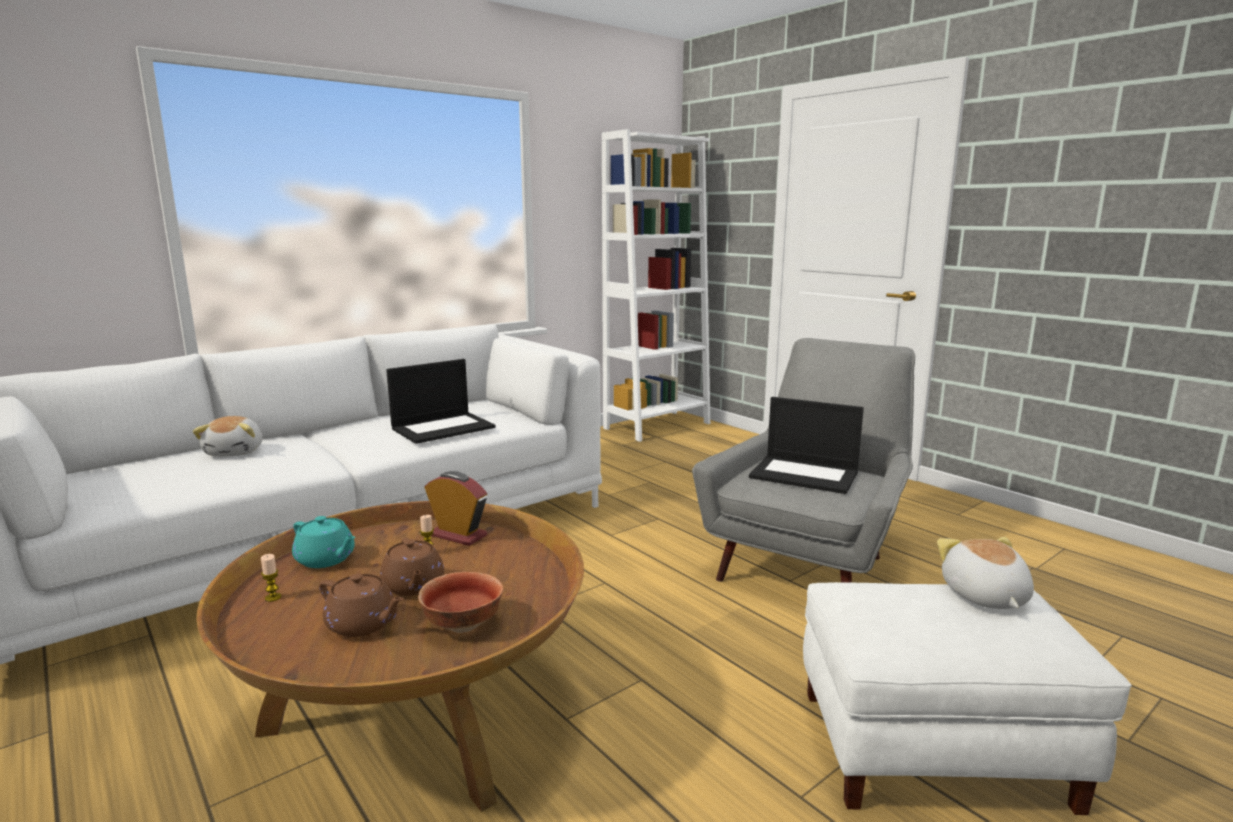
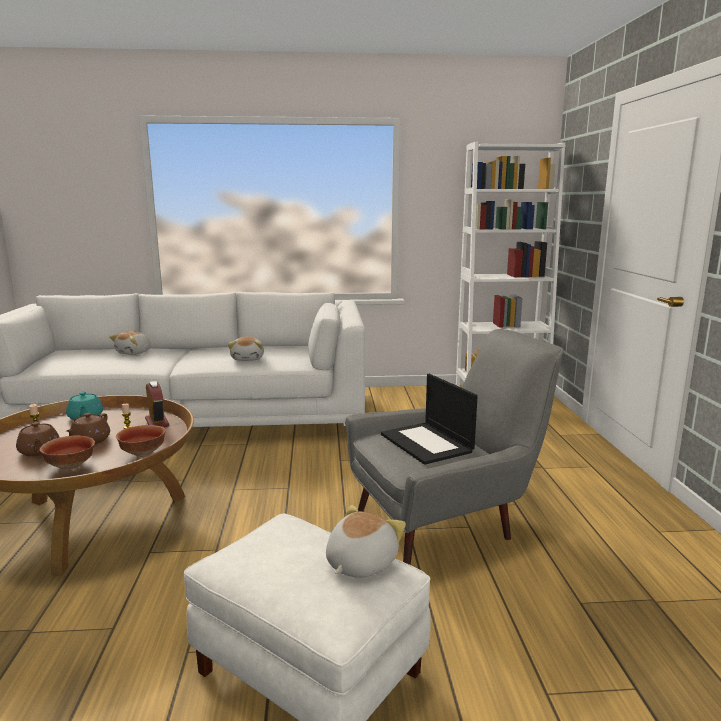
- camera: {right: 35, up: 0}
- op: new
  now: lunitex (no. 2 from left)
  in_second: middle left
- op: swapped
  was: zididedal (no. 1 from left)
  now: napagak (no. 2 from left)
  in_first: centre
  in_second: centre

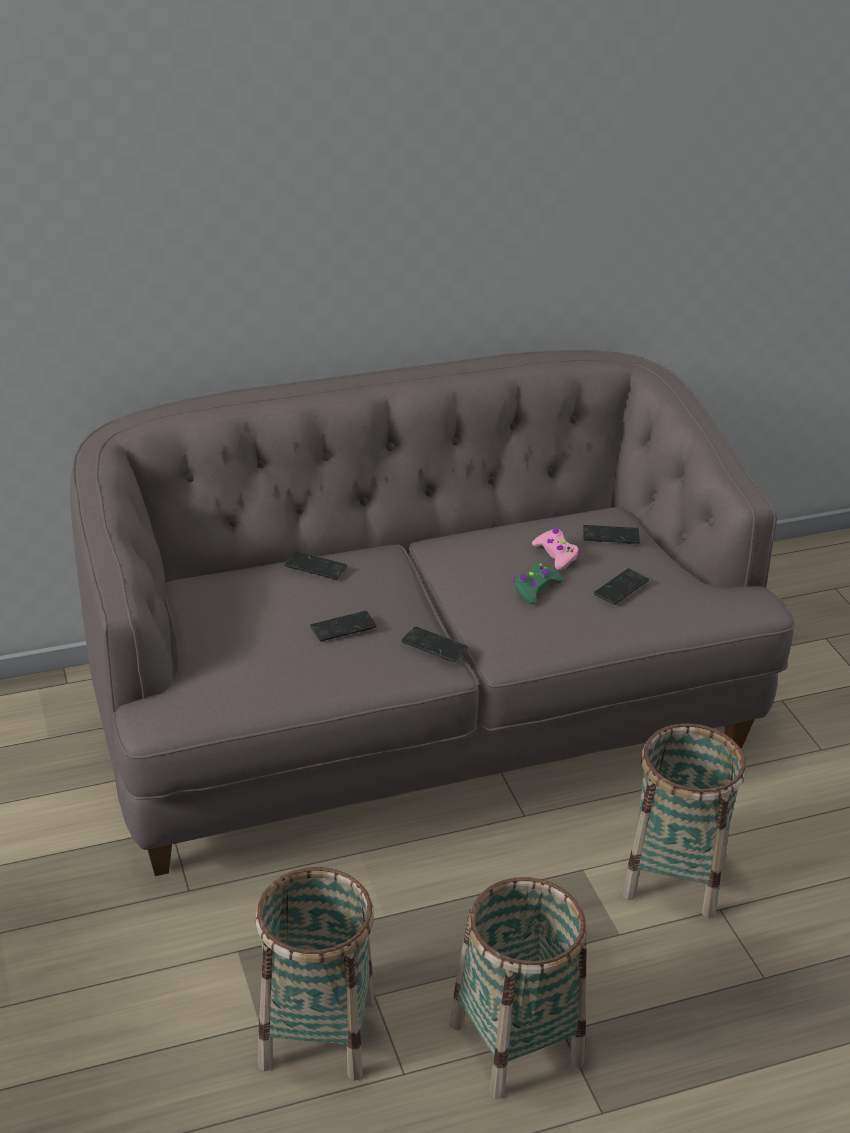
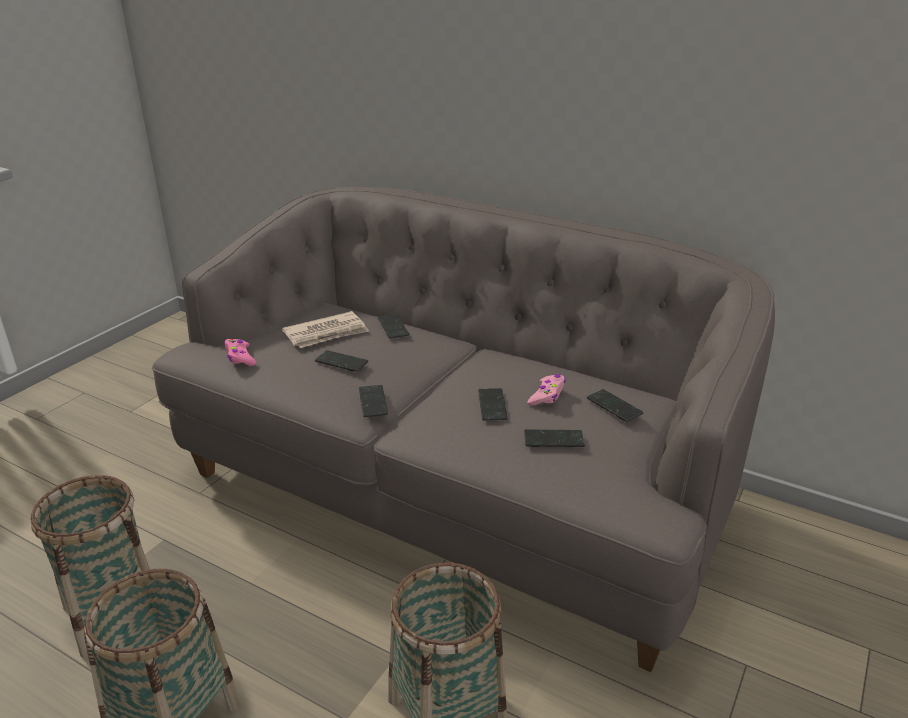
- camera: {right: 50, up: -5}
- op: new
  now: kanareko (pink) (no. 1 from left)
  in_second: middle left
- op: new
  now: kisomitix
  in_second: centre
- op: swapped
  was: kanareko (green)
  now: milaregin (no. 4 from left)
  in_first: centre
  in_second: centre

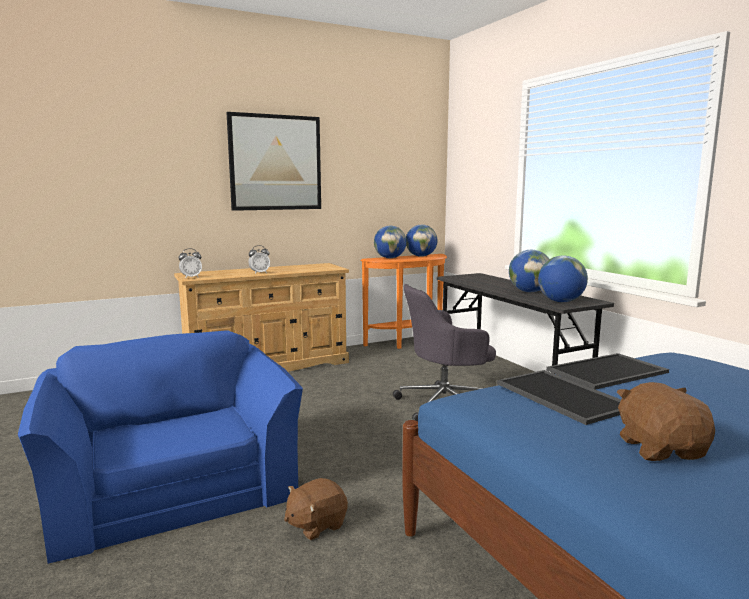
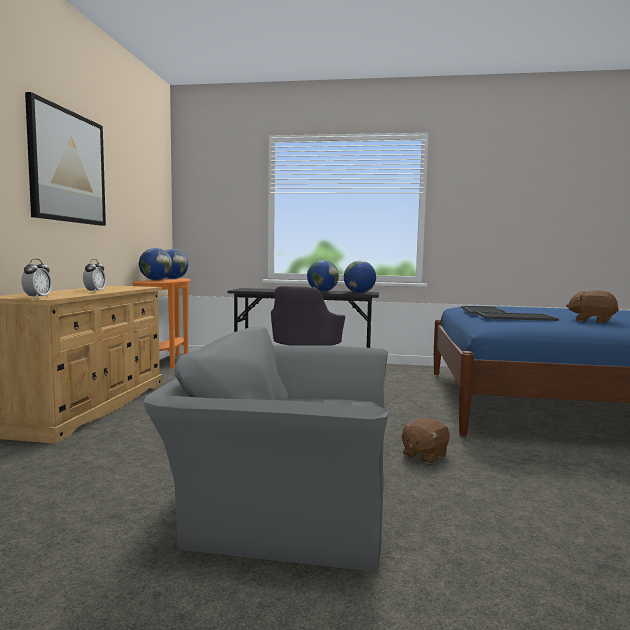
- camera: {right: -55, up: -5}
- op: repainted
  was: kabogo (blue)
  now: kabogo (grey)
  in_first: bottom left
  in_second: bottom centre
- op: rotated
  was: napagak (brown) (no. 1 from left)
  in_first: bottom centre
  in_second: bottom right
  clockwise: 45

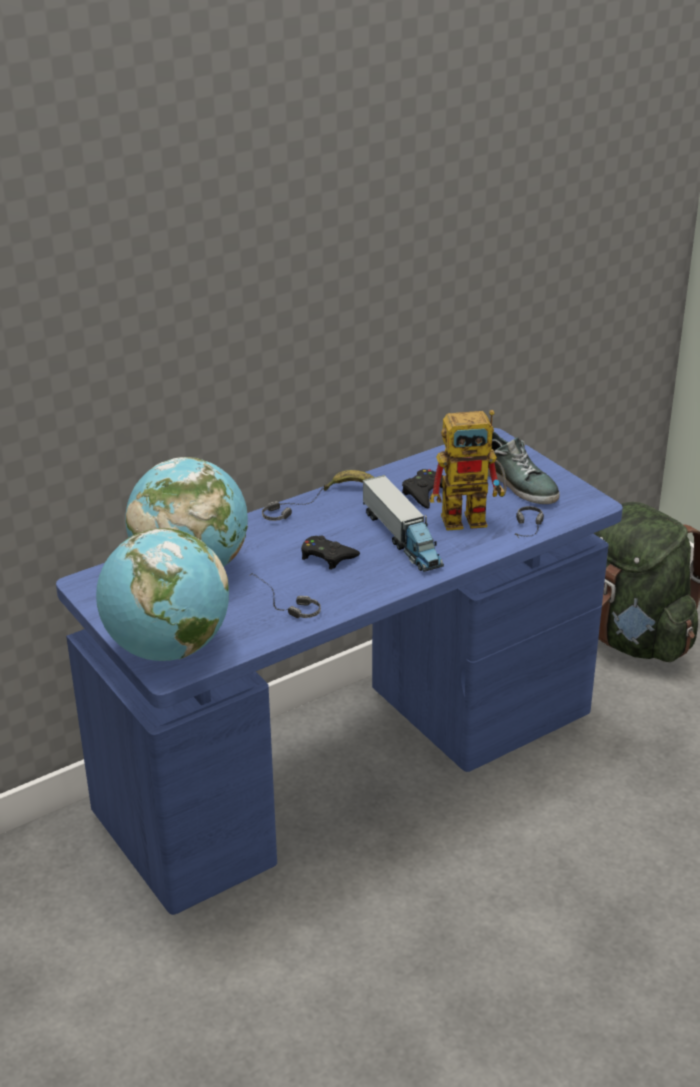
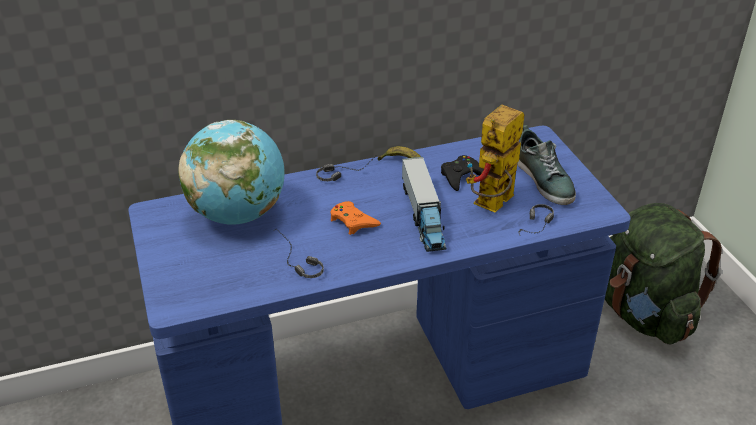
- camera: {right: 15, up: 5}
- op: gone
  was: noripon (no. 1 from left)
  in_first: middle left
- op: repainted
  was: kanareko (black) (no. 1 from left)
  now: kanareko (orange)
  in_first: centre
  in_second: centre
- op: rotated
  was: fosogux
  in_first: middle right
  in_second: centre
  clockwise: 120

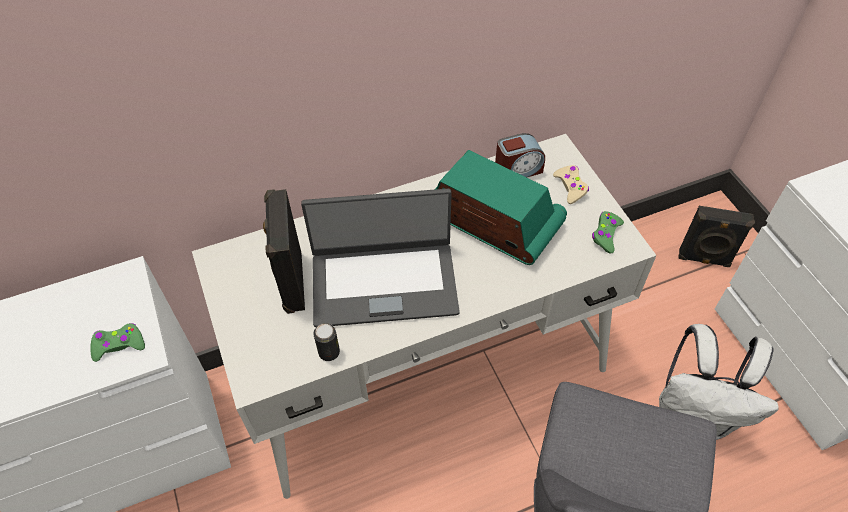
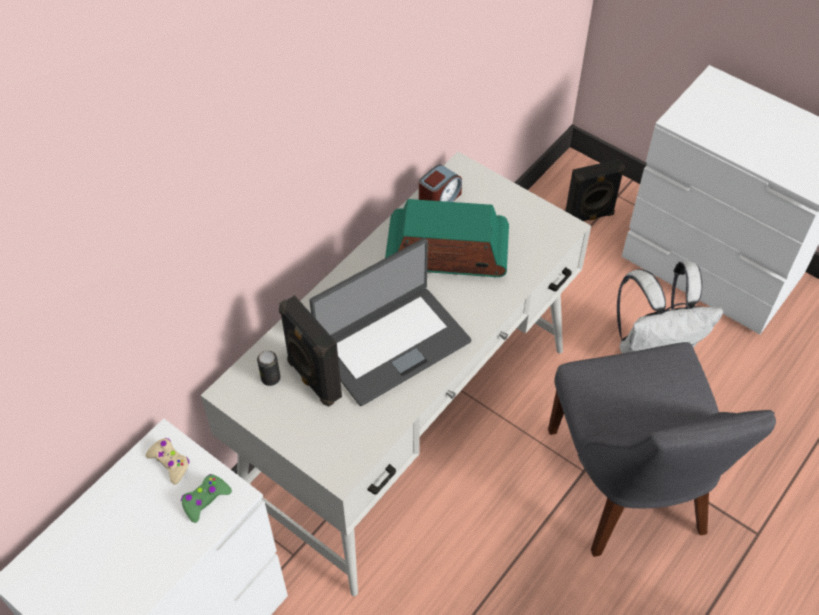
- camera: {right: -30, up: 0}
- op: gone
  was: kanareko (green) (no. 2 from left)
  in_first: middle right
- op: shifted
  was: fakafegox
  in_first: bottom centre
  in_second: middle left
- op: shifted
  was: kanareko (beige)
  in_first: middle right
  in_second: bottom left

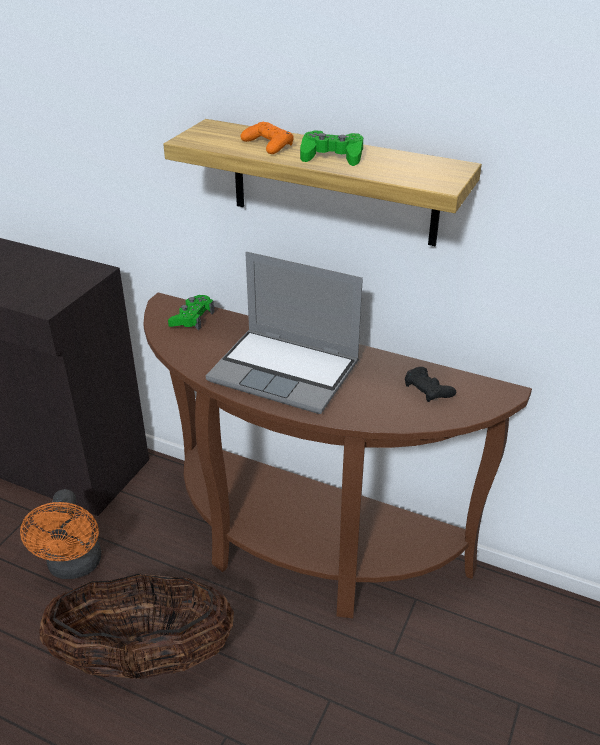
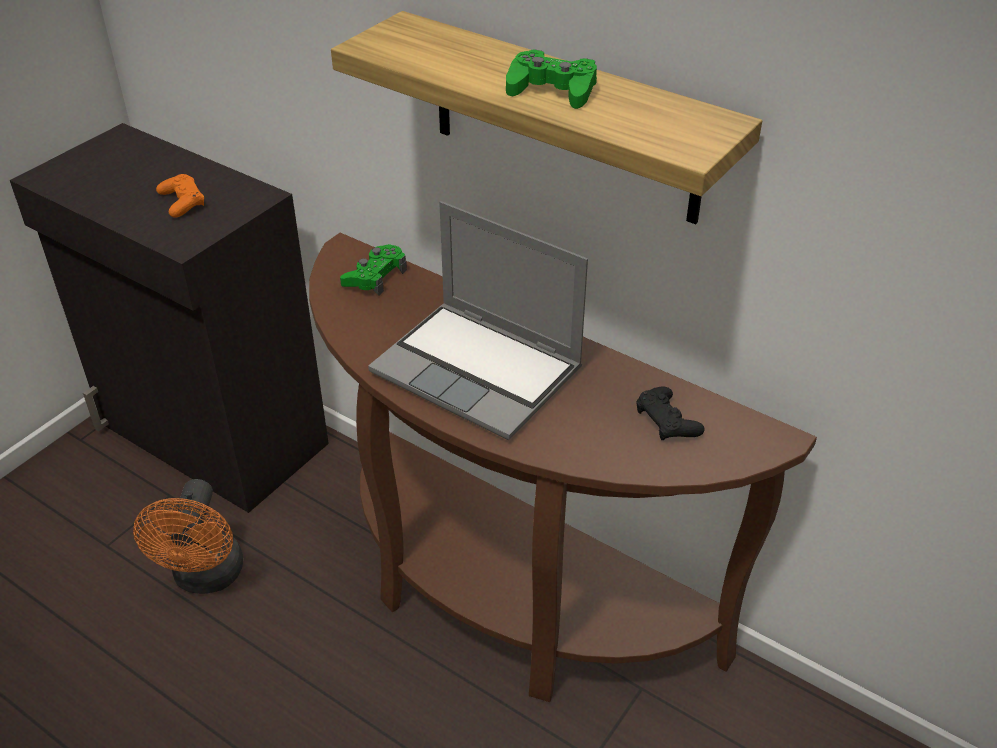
- camera: {right: 10, up: 5}
- op: gone
  was: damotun
  in_first: bottom left
- op: shifted
  was: kanareko (orange)
  in_first: top centre
  in_second: top left

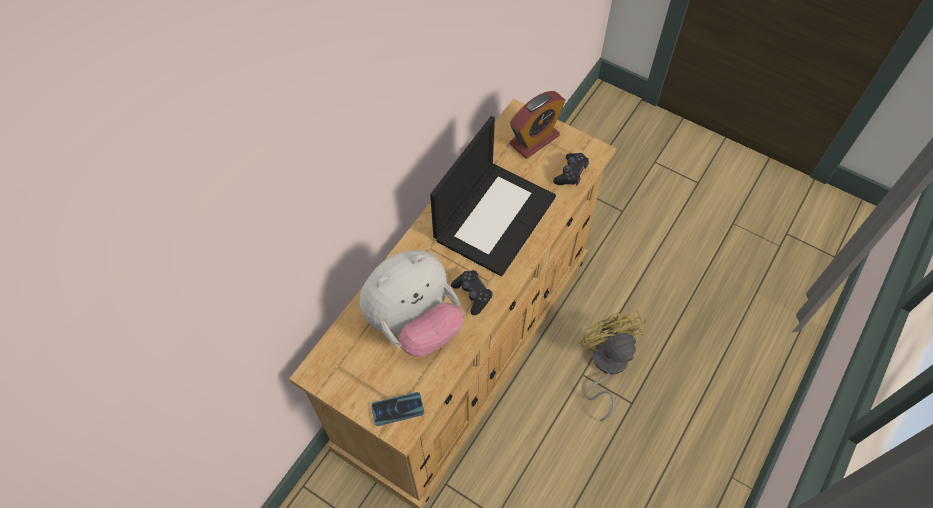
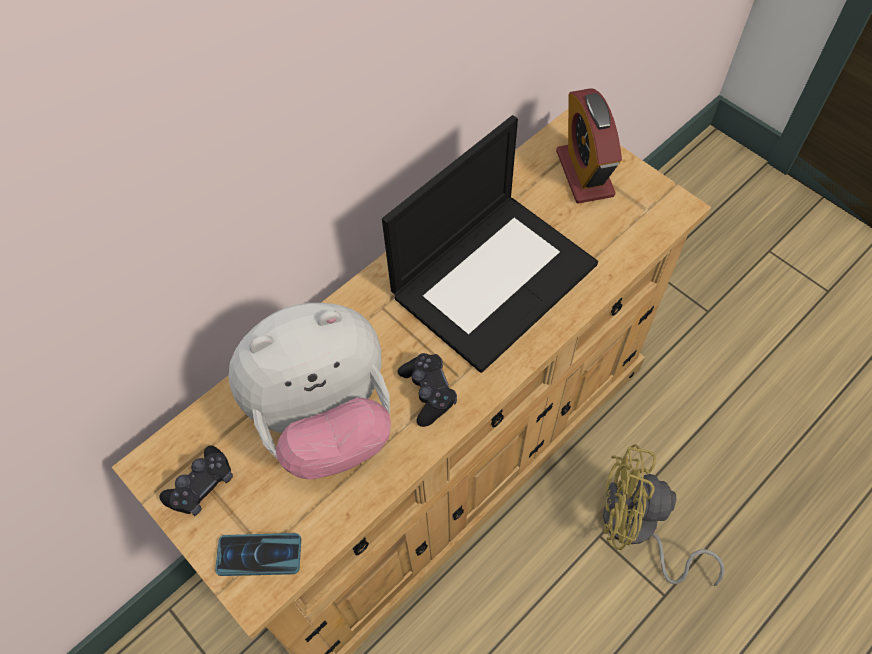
- camera: {right: 15, up: 0}
- op: shifted
  was: kanareko (black) (no. 2 from left in the first image)
  now: kanareko (black) (no. 1 from left)
  in_first: top centre
  in_second: bottom left
- op: rotated
  was: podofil
  in_first: top centre
  in_second: top right
  clockwise: 105
- op: rotated
  was: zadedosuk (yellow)
  in_first: bottom centre
  in_second: bottom right
  clockwise: -75

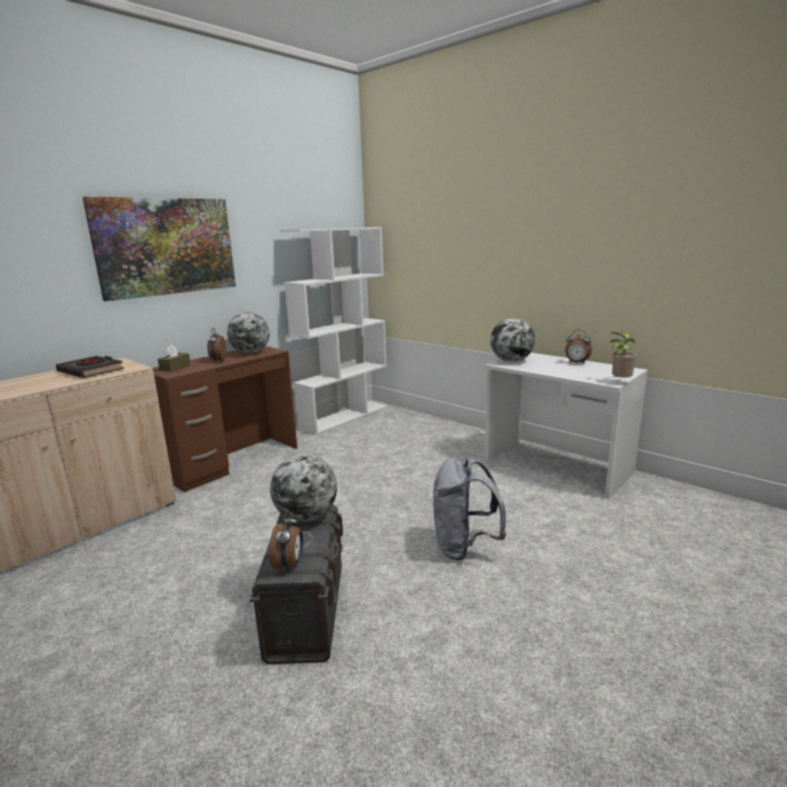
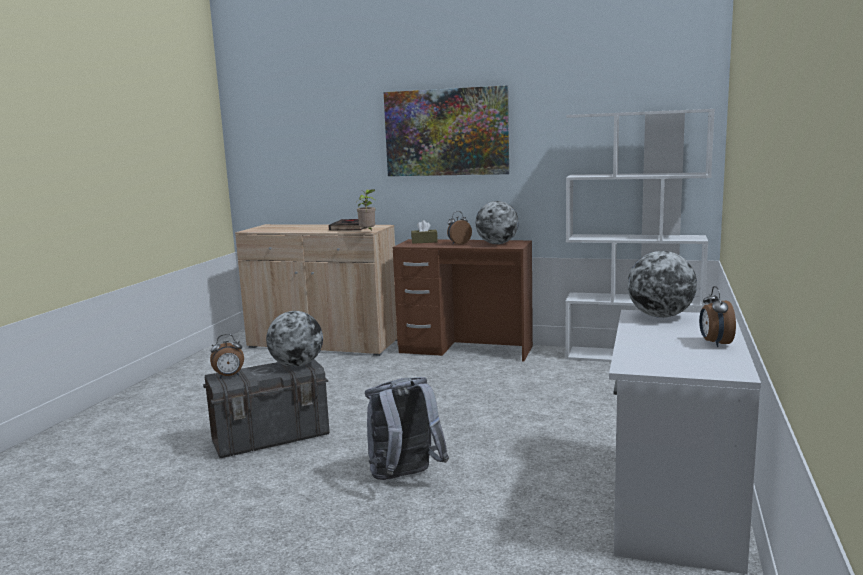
- camera: {right: 65, up: -5}
- op: shifted
  was: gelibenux
  in_first: middle right
  in_second: centre

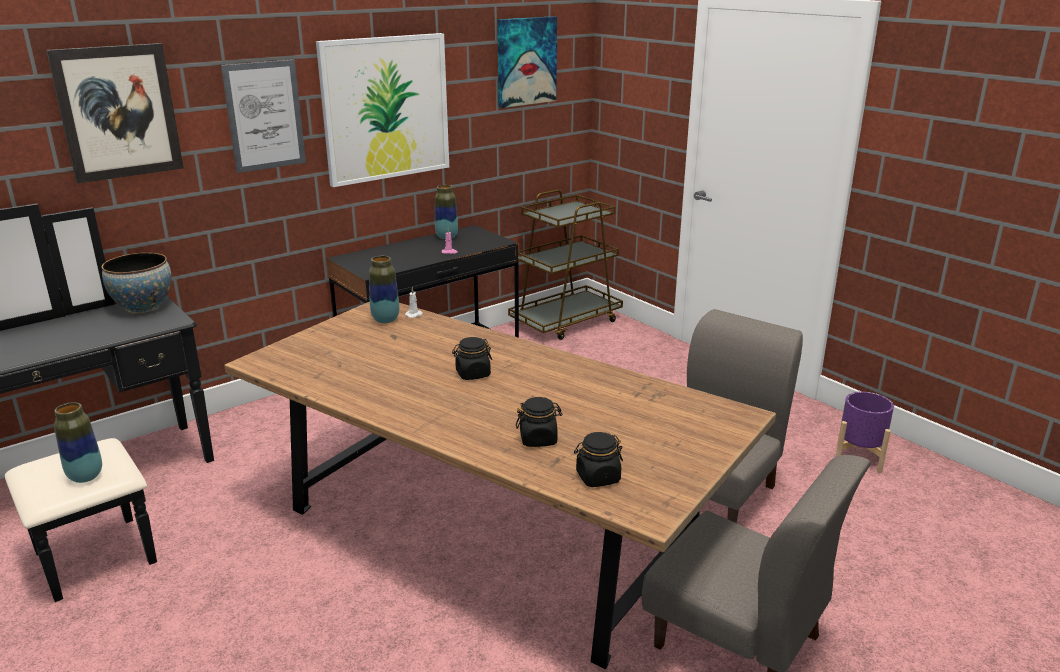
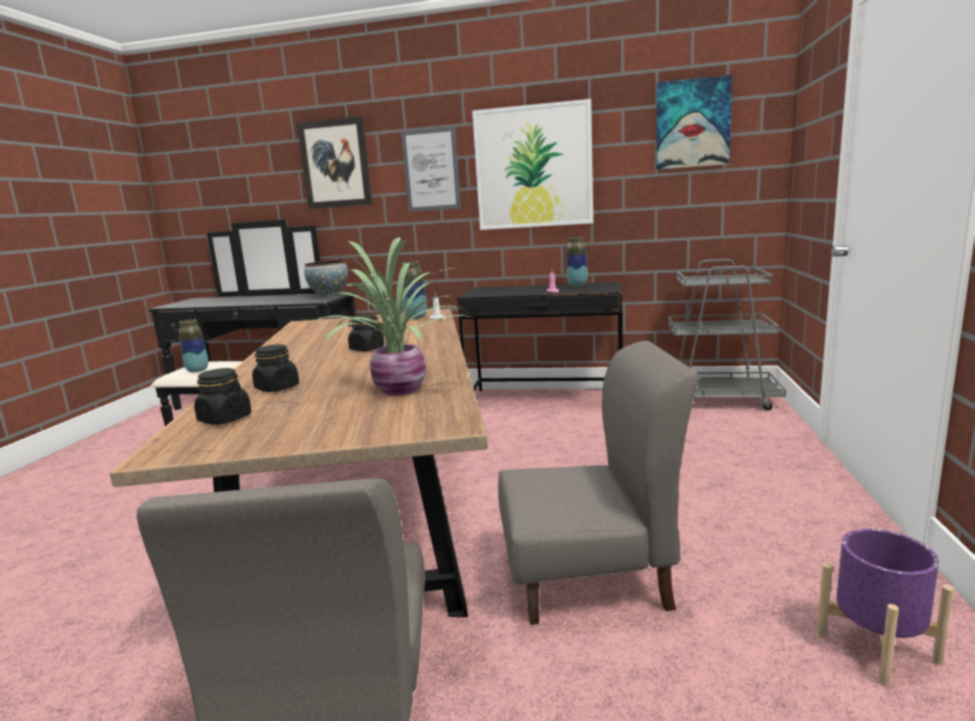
- camera: {right: 50, up: -10}
- op: new
  now: gelibenux
  in_second: centre
- op: repainted
  was: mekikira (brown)
  now: mekikira (grey)
  in_first: centre
  in_second: middle right

